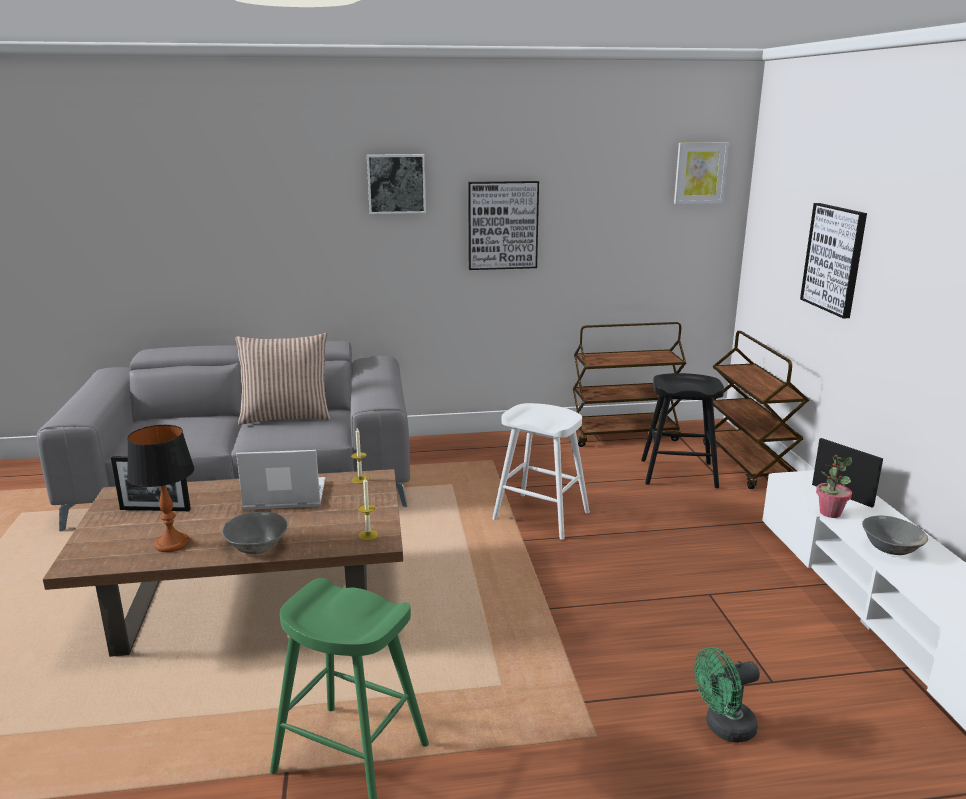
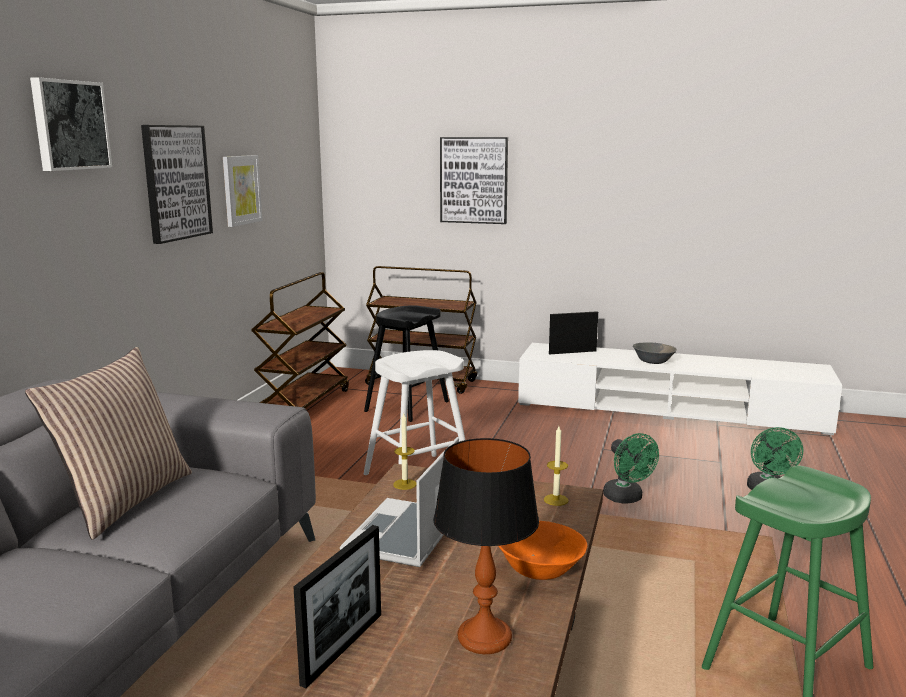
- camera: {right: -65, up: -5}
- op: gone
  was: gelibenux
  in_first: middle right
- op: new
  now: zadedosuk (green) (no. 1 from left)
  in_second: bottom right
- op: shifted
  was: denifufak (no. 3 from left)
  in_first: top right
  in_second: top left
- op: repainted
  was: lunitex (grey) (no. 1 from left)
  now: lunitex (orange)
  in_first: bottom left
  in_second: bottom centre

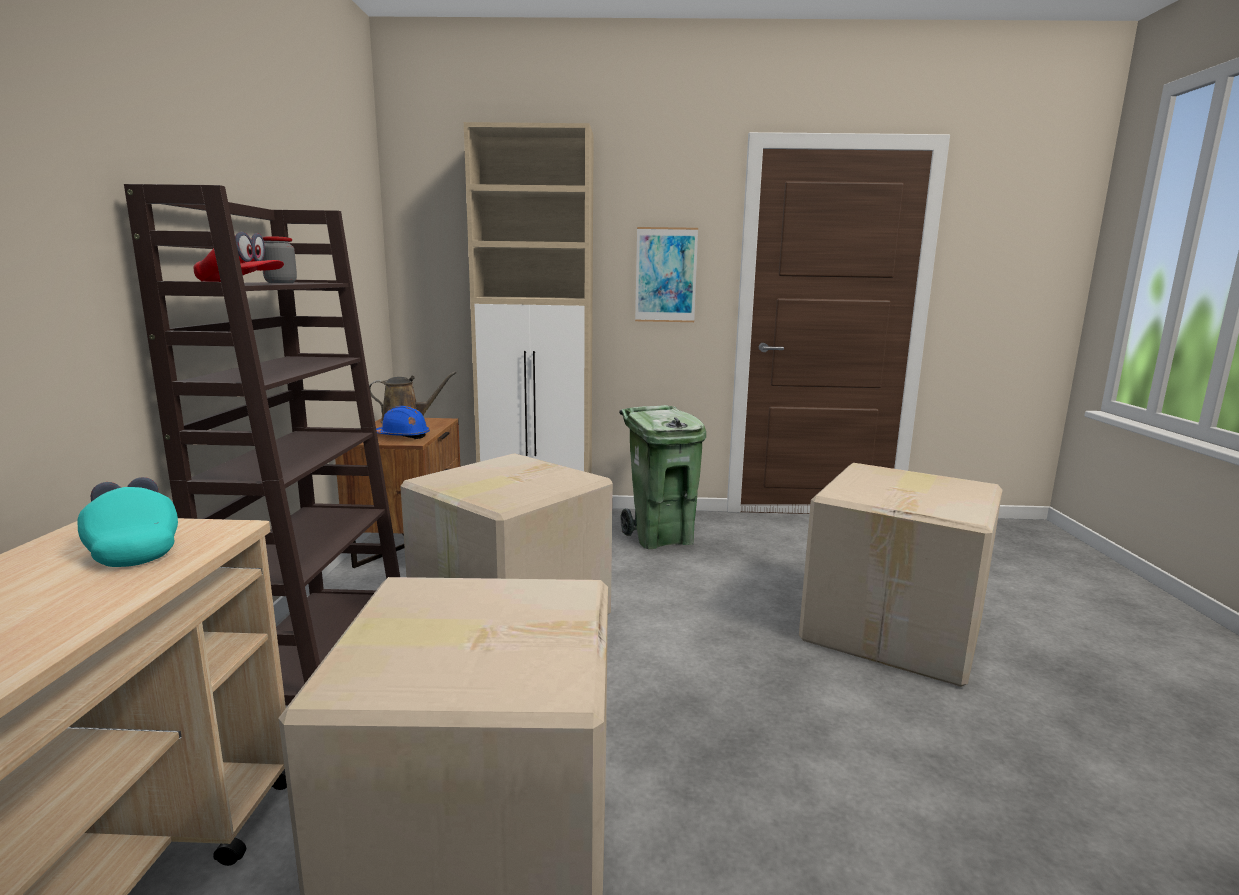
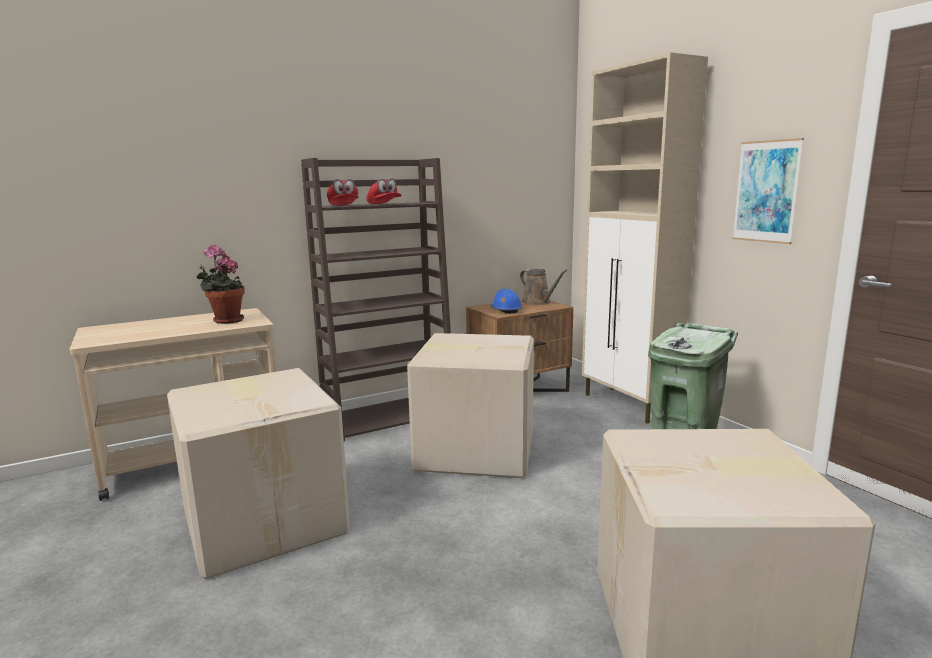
- camera: {right: 60, up: 0}
- op: swapped
  was: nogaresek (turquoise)
  now: gelibenux
  in_first: middle left
  in_second: middle left
- op: swapped
  was: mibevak
  now: nogaresek (red) (no. 2 from left)
  in_first: top left
  in_second: top centre

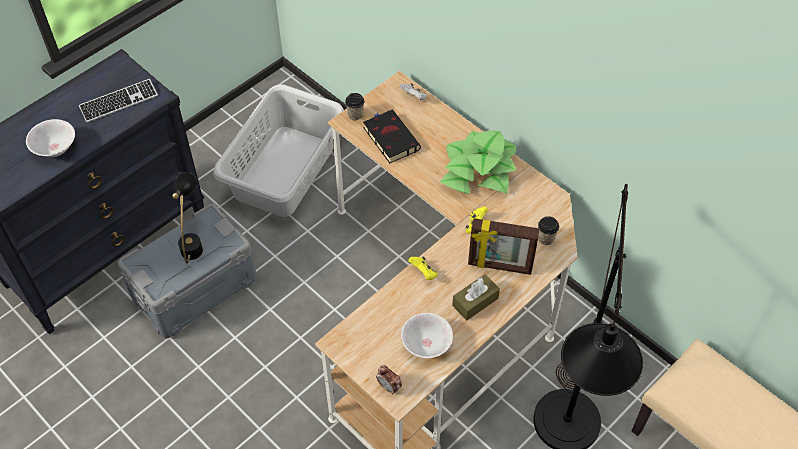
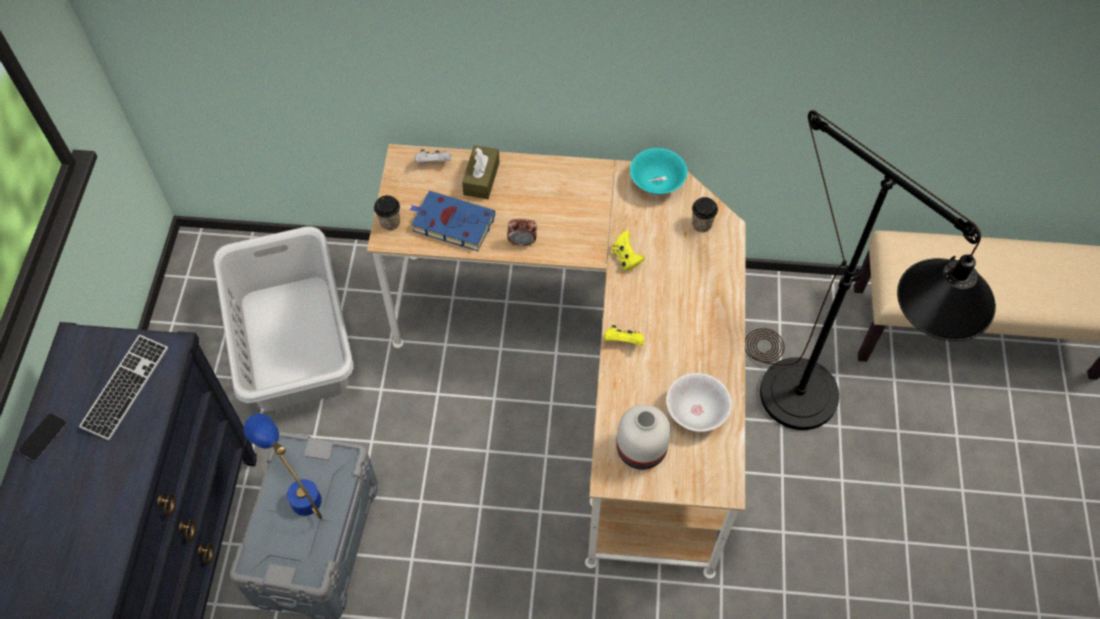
- camera: {right: -40, up: 5}
- op: gone
  was: lunitex (white) (no. 1 from left)
  in_first: top left
- op: gone
  was: gelibenux
  in_first: centre
- op: gone
  was: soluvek
  in_first: centre
- op: new
  now: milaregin
  in_second: bottom left
- op: new
  now: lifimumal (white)
  in_second: bottom centre
- op: new
  now: lunitex (turquoise)
  in_second: top centre
- op: shifted
  was: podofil
  in_first: bottom centre
  in_second: centre
- op: shifted
  was: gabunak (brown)
  in_first: centre
  in_second: top centre
- op: repainted
  was: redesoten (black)
  now: redesoten (blue)
  in_first: middle left
  in_second: bottom left
- op: repainted
  was: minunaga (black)
  now: minunaga (blue)
  in_first: top centre
  in_second: centre

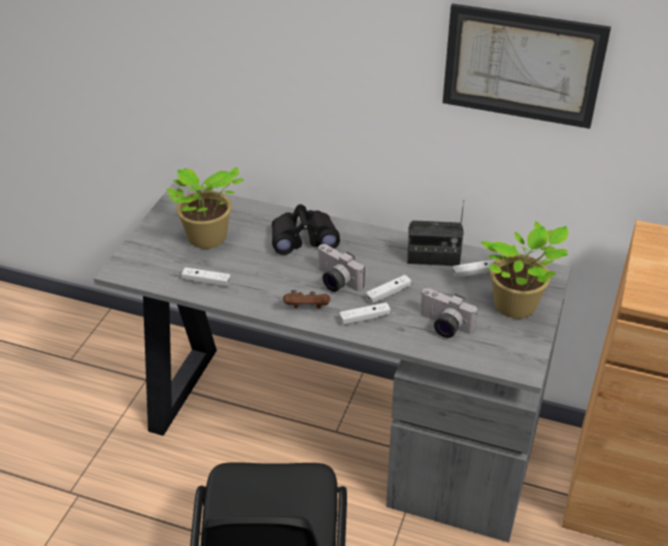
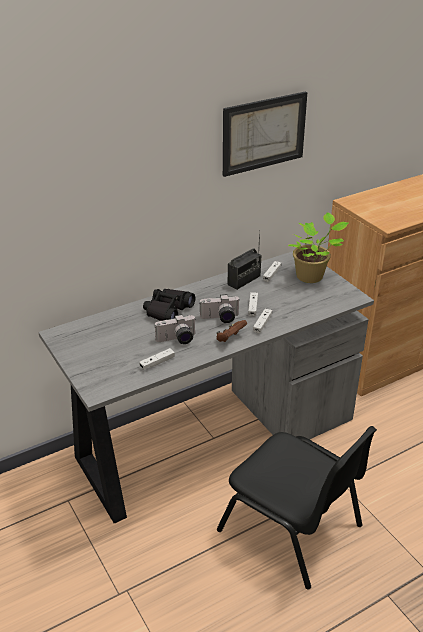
- camera: {right: -50, up: -5}
- op: gone
  was: gelibenux (no. 1 from left)
  in_first: middle left
- op: shifted
  was: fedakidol (no. 2 from left in the first image)
  now: fedakidol (no. 1 from left)
  in_first: middle right
  in_second: centre

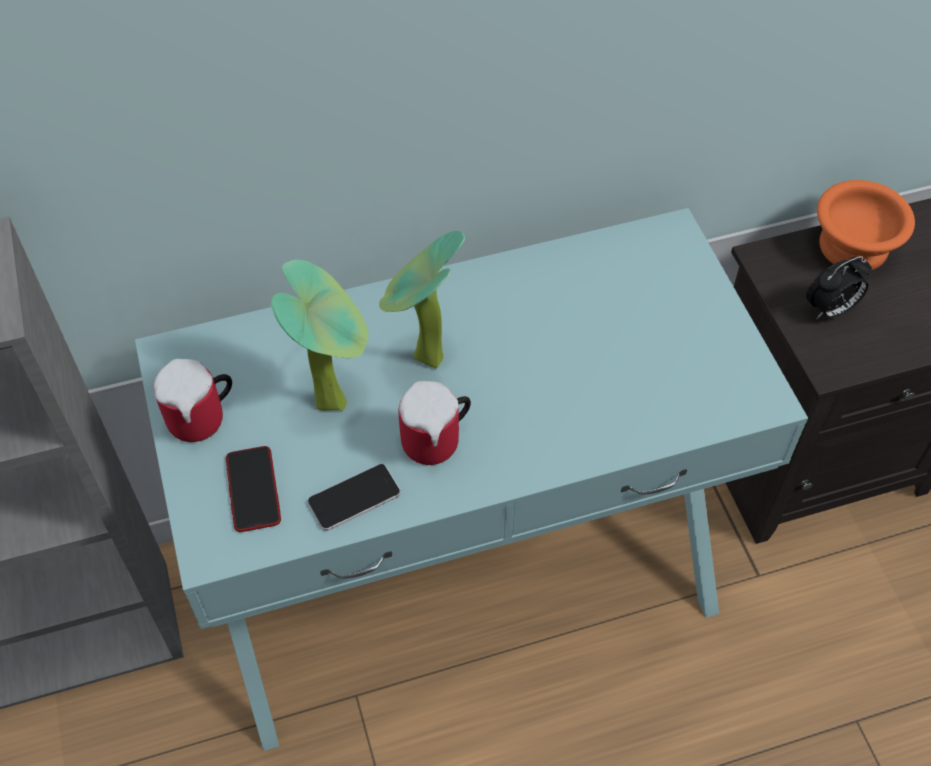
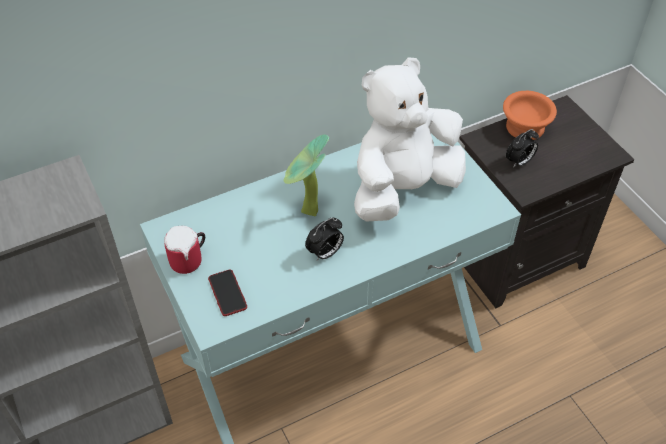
- camera: {right: -10, up: -5}
- op: gone
  was: gelibenux (no. 1 from left)
  in_first: centre
- op: gone
  was: milaregin (no. 2 from left)
  in_first: centre
- op: new
  now: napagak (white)
  in_second: top centre
- op: swapped
  was: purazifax (no. 2 from left)
  now: podofil (no. 1 from left)
  in_first: centre
  in_second: centre

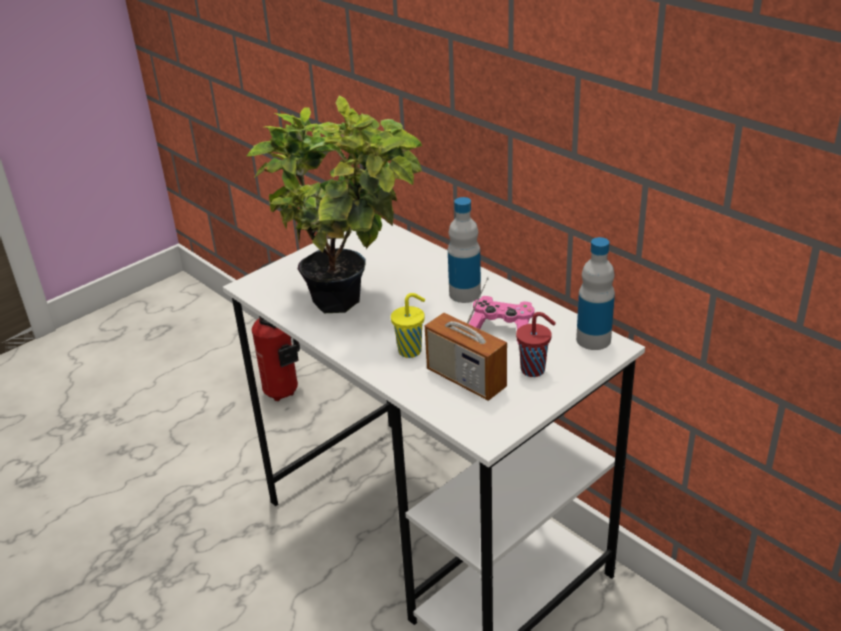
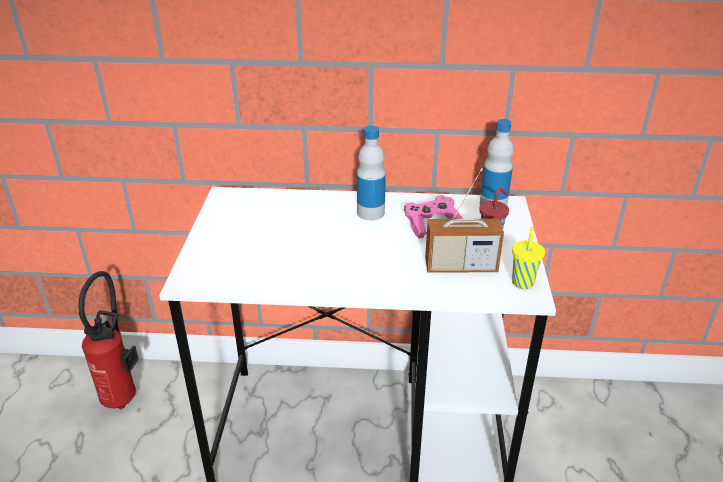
- camera: {right: -45, up: 0}
- op: gone
  was: gelibenux
  in_first: top centre
- op: shifted
  was: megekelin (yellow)
  in_first: centre
  in_second: middle right

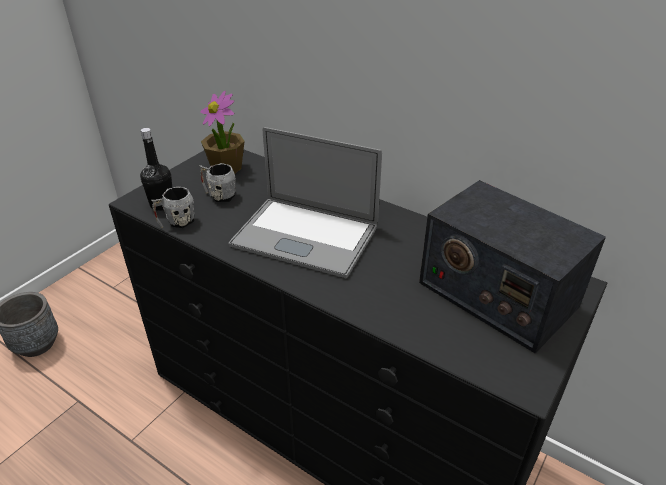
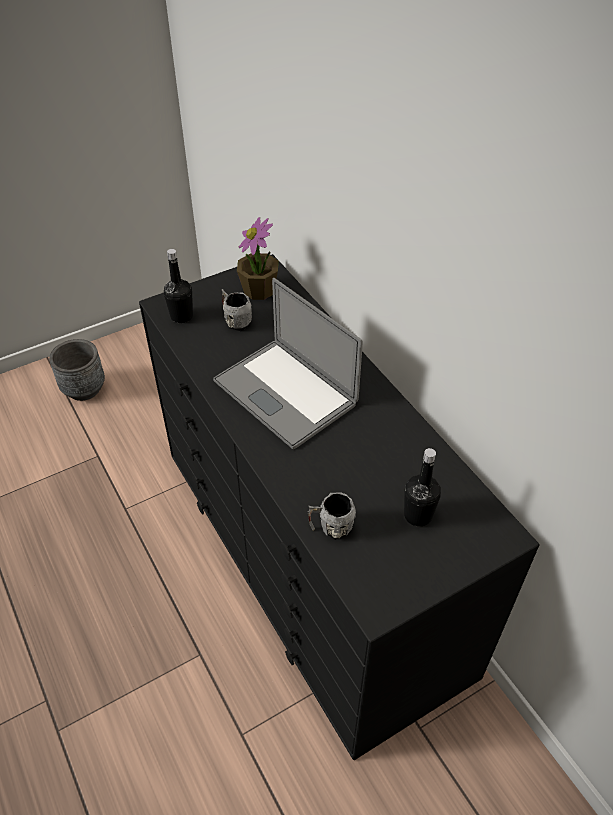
- camera: {right: 25, up: 10}
- op: shifted
  was: purazifax (grey) (no. 1 from left in the first image)
  now: purazifax (grey) (no. 2 from left)
  in_first: middle left
  in_second: centre
- op: swapped
  was: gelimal
  now: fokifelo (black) (no. 2 from left)
  in_first: middle right
  in_second: middle right

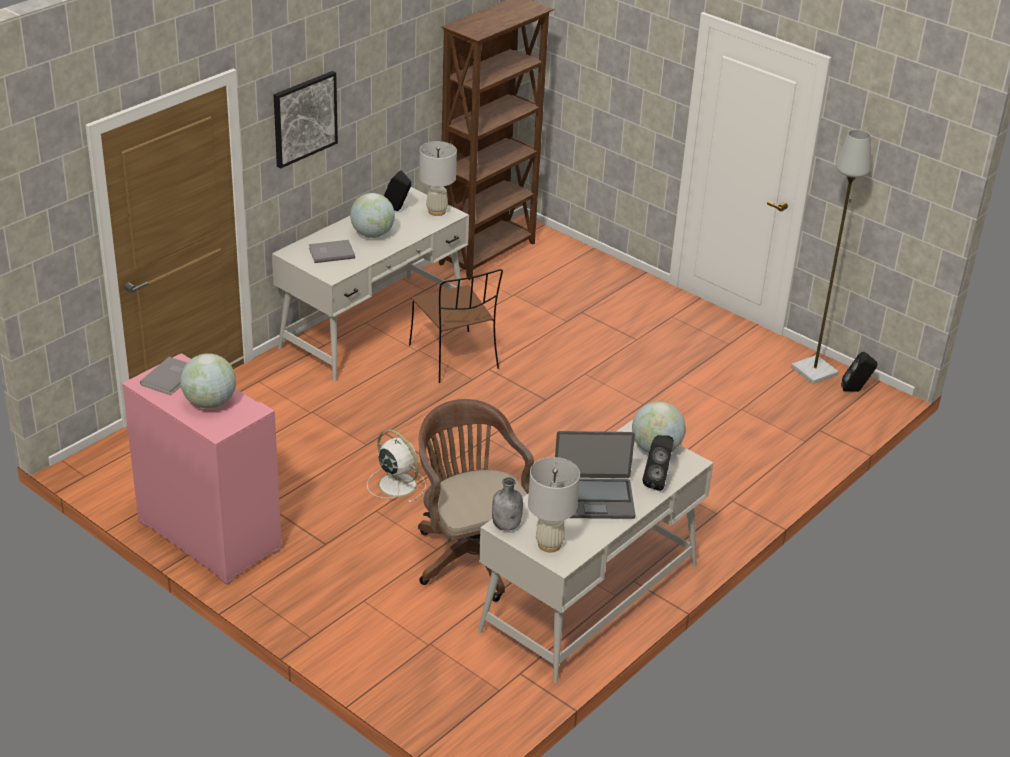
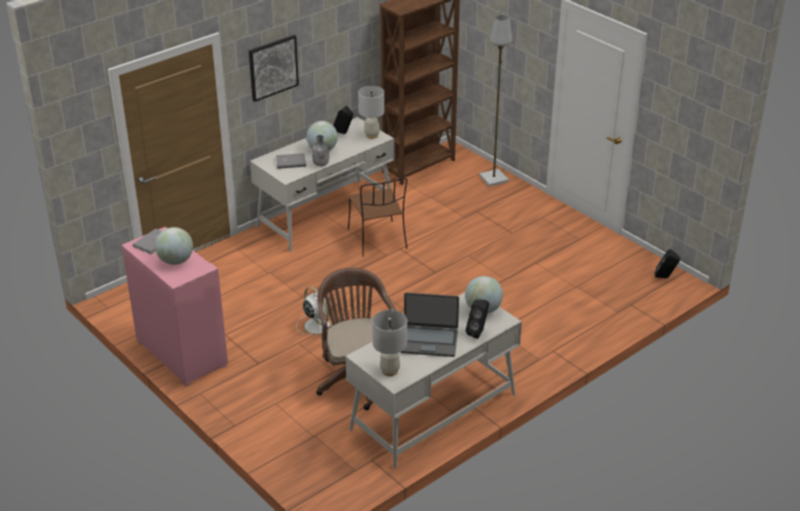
- camera: {right: 10, up: 0}
- op: shifted
  was: fokifelo (grey)
  in_first: centre
  in_second: top centre
- op: shifted
  was: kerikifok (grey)
  in_first: middle right
  in_second: top centre

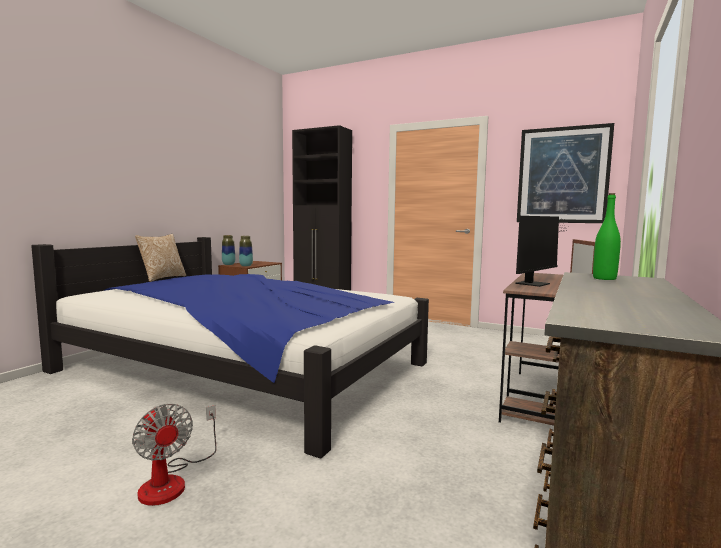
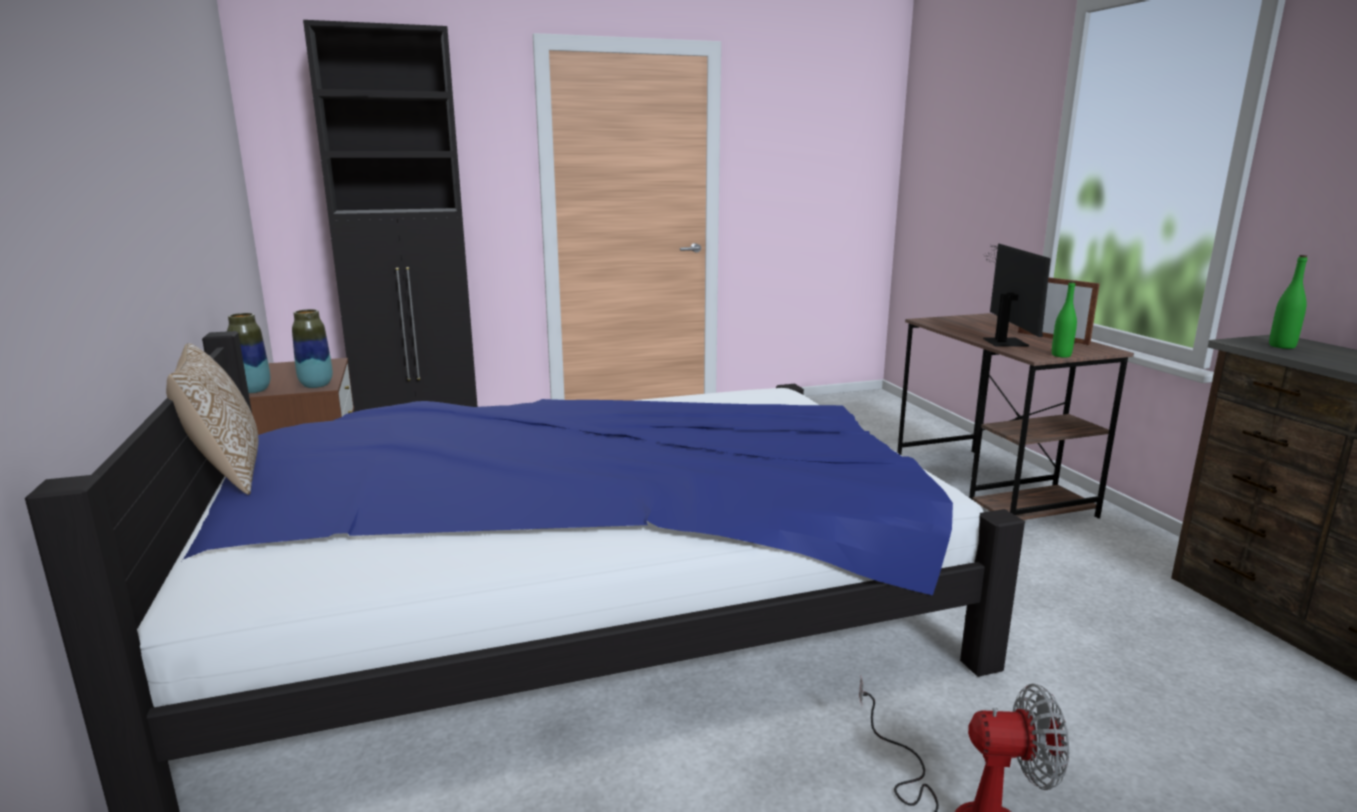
- camera: {right: -45, up: 10}
- op: gone
  was: denifufak
  in_first: top right
- op: new
  now: fokifelo (green) (no. 1 from left)
  in_second: middle right

